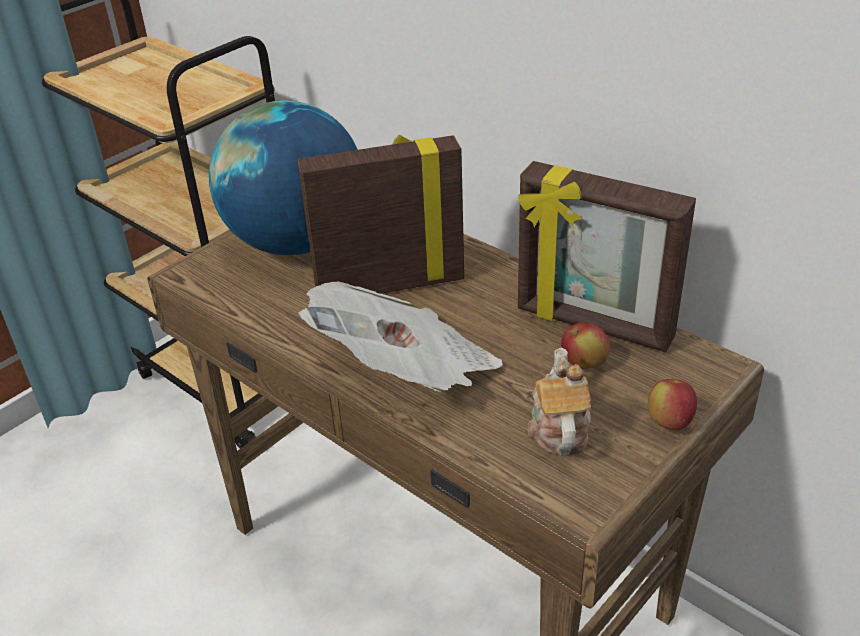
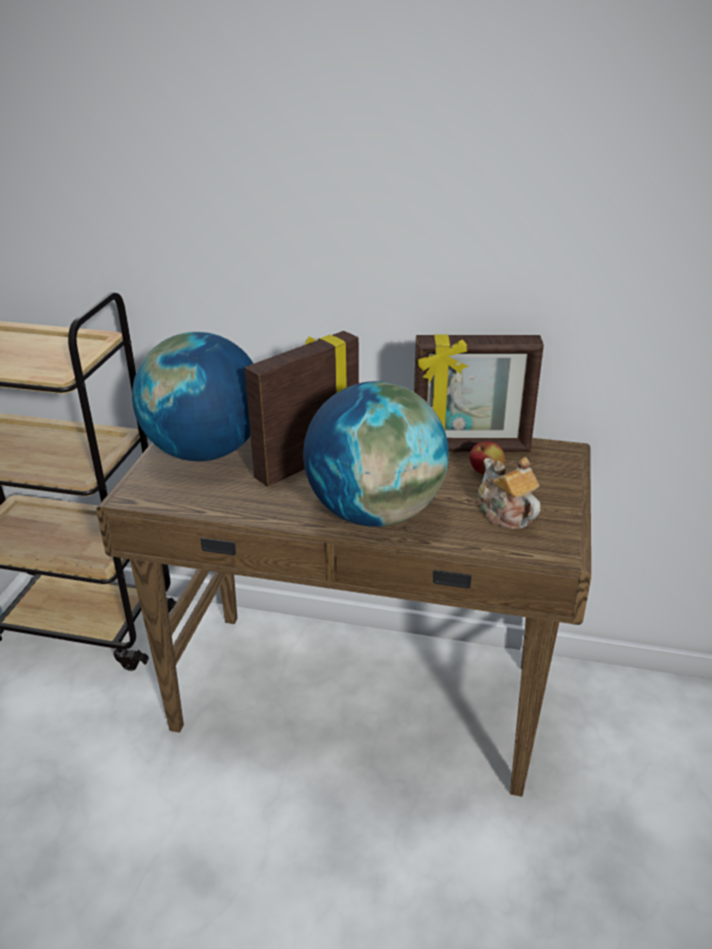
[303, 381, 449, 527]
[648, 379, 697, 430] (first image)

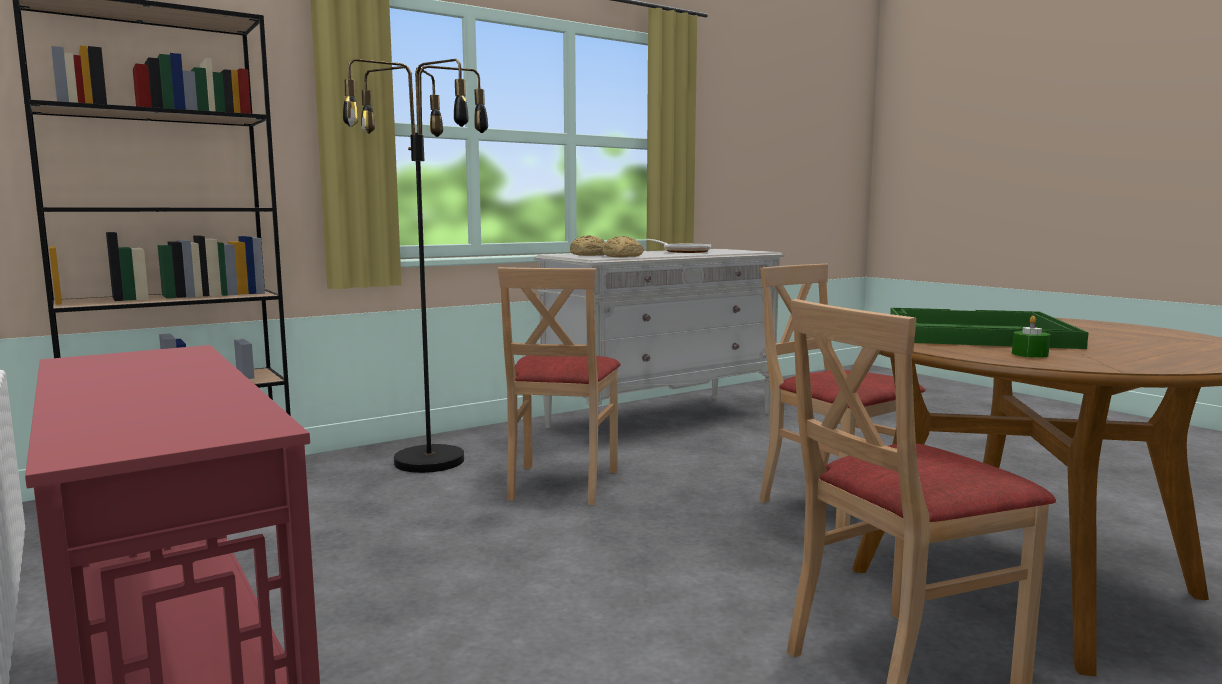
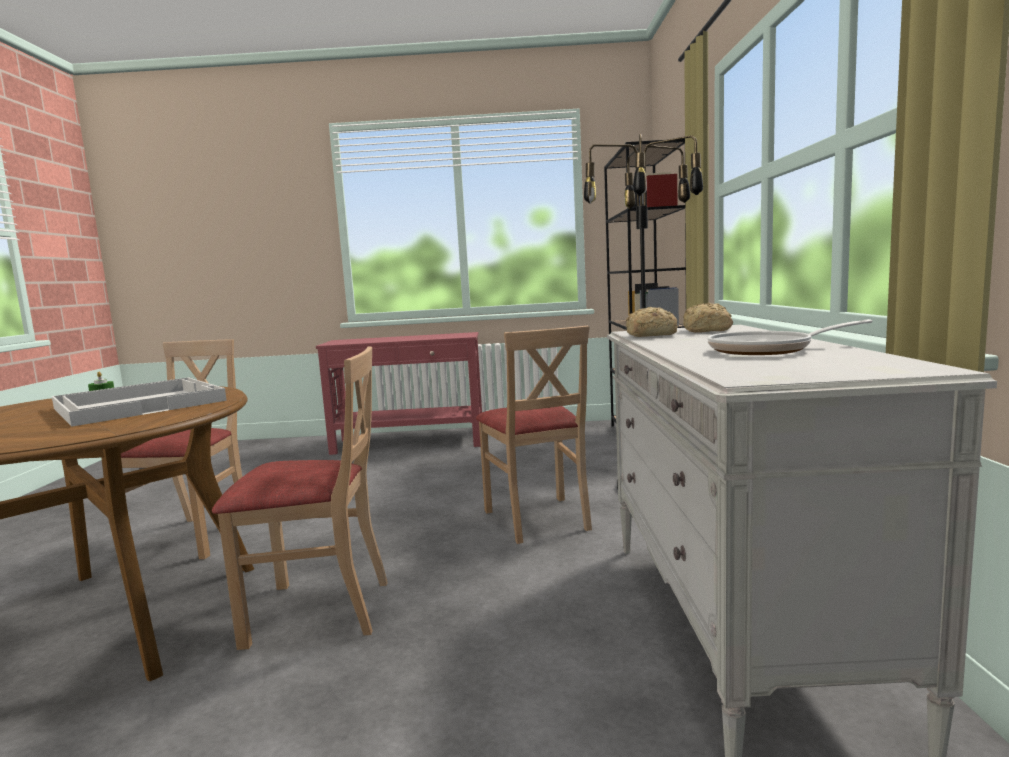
[476, 326, 592, 544]
[52, 377, 227, 427]

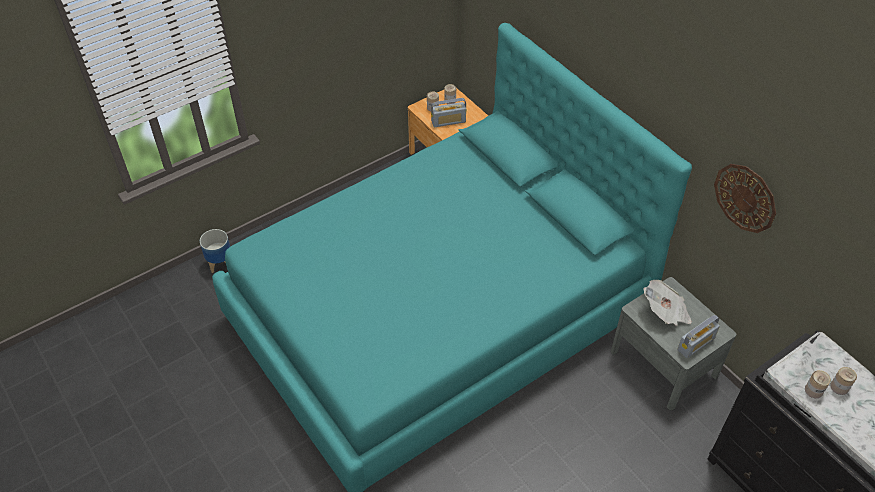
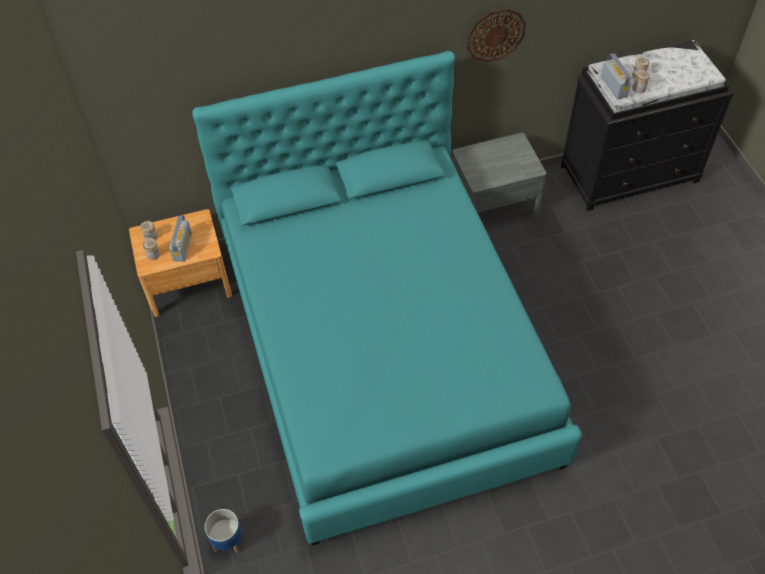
[644, 280, 692, 326] (first image)
[601, 53, 631, 100]

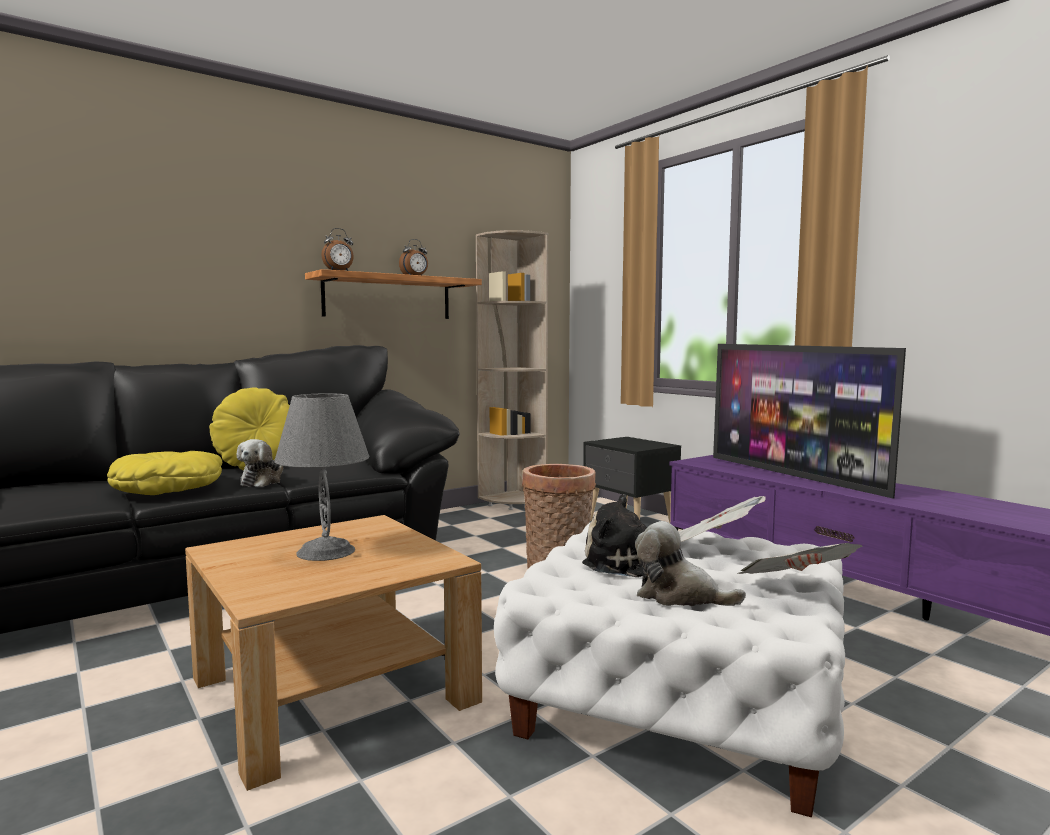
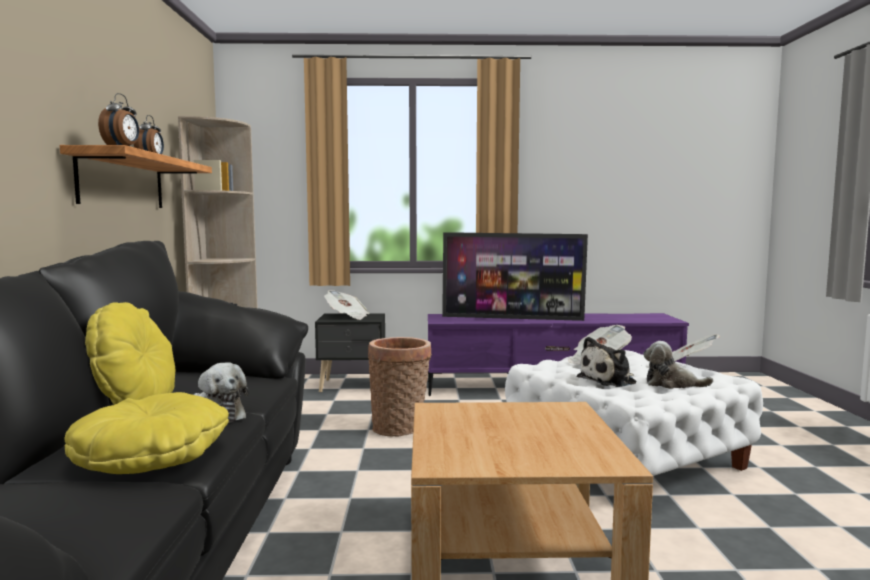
[274, 393, 370, 561] (first image)
[643, 341, 713, 389]
[324, 290, 369, 320]

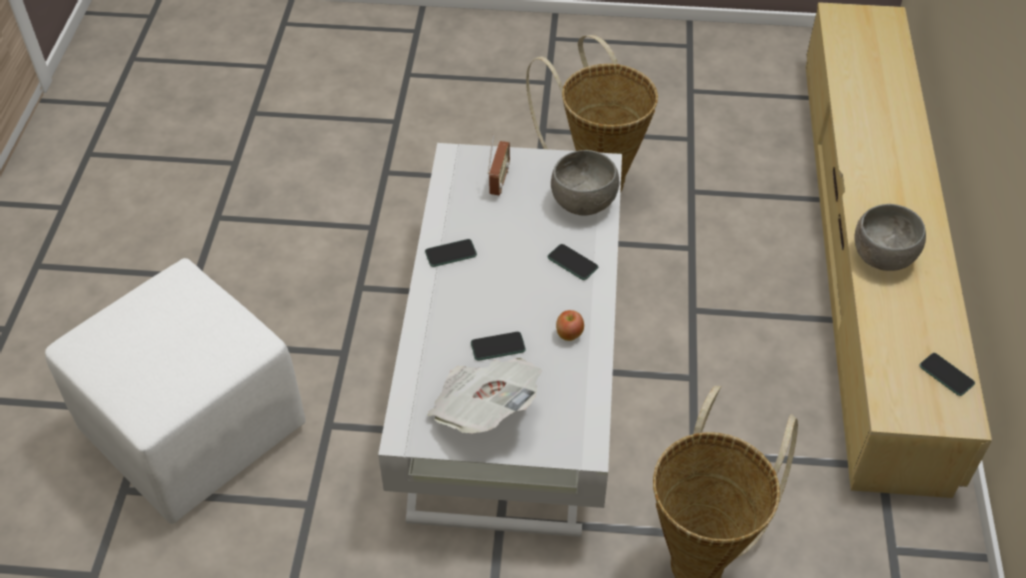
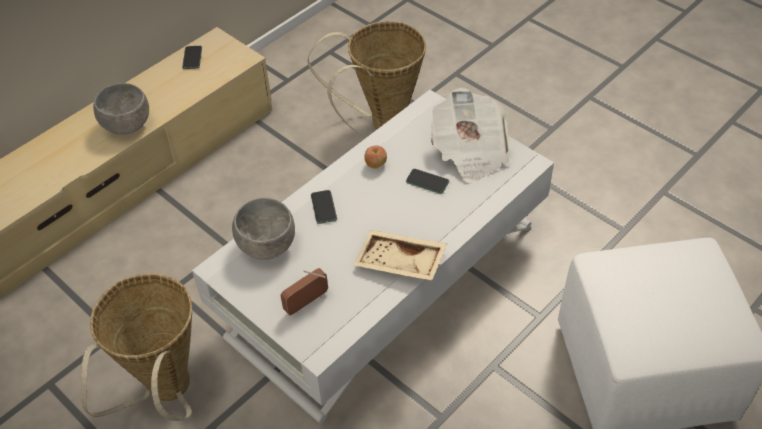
[353, 230, 447, 280]

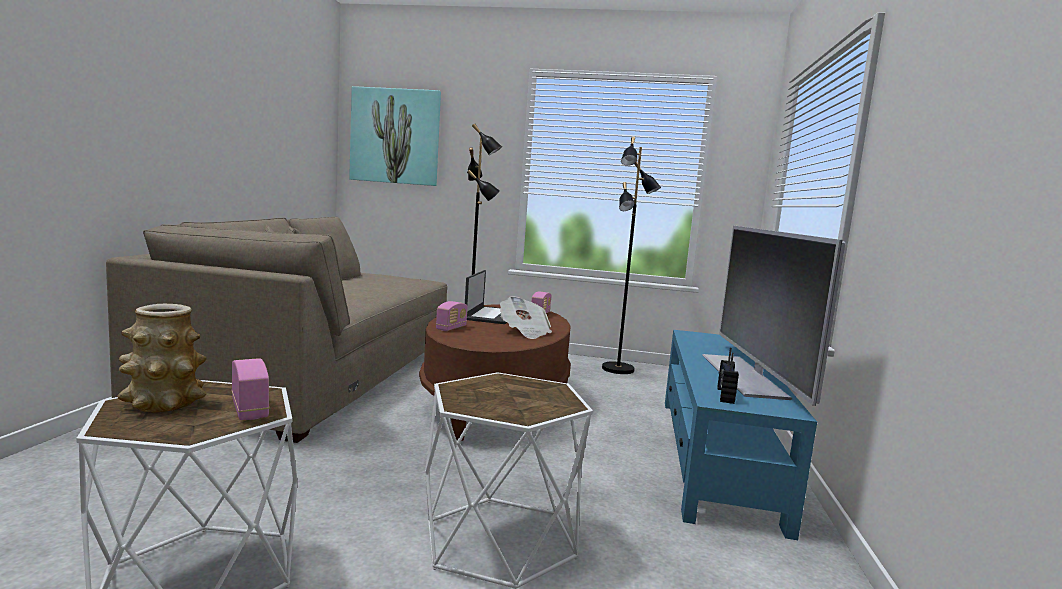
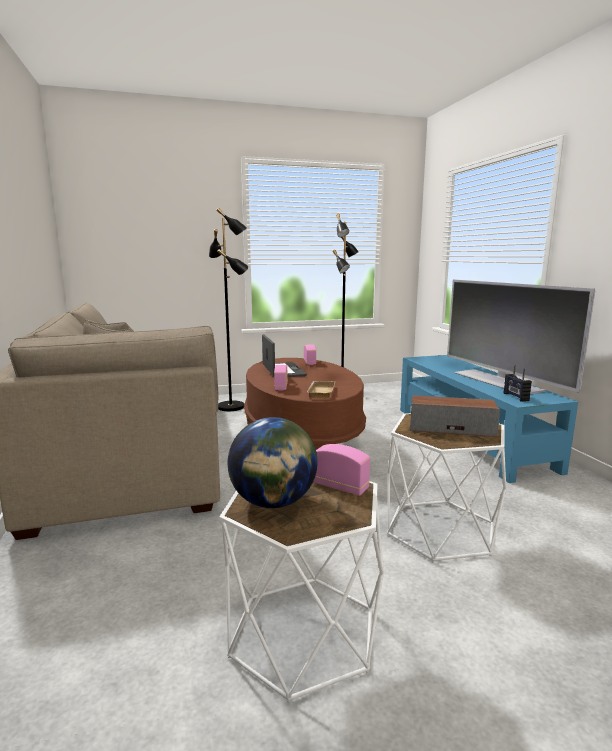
[228, 417, 318, 508]
[349, 86, 441, 186] (first image)
[500, 296, 552, 339] (first image)
[307, 381, 335, 399]
[410, 395, 500, 437]

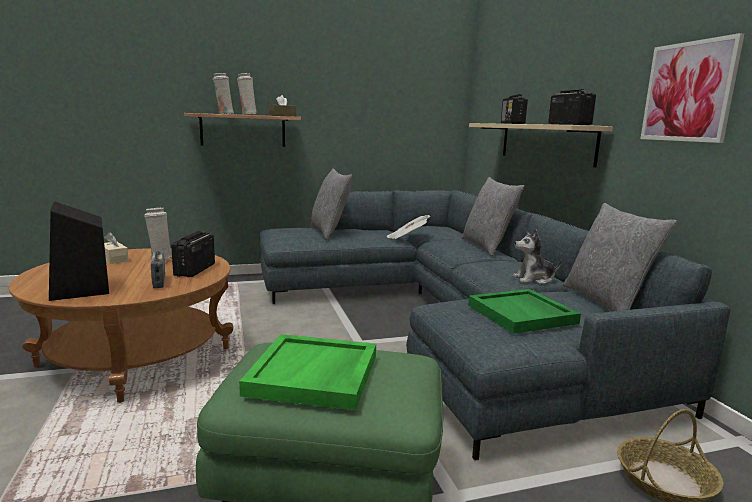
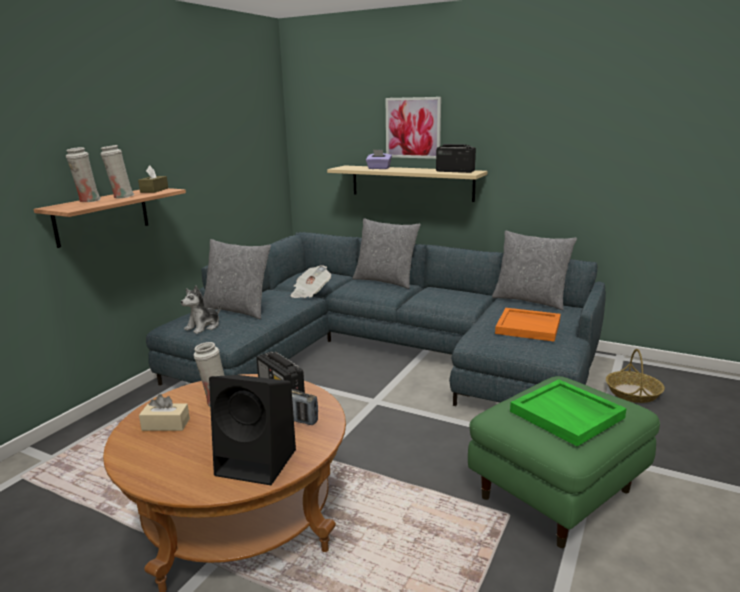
[495, 308, 561, 342]
[366, 150, 392, 169]
[181, 286, 221, 334]
[386, 97, 441, 159]

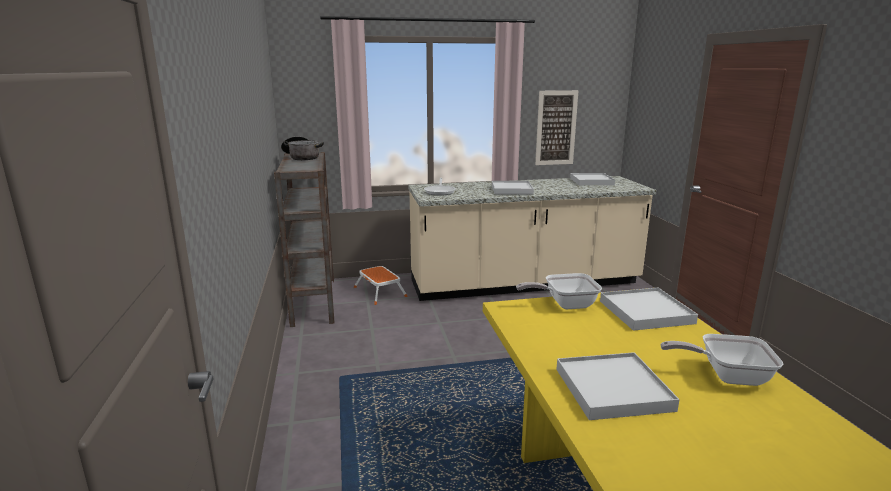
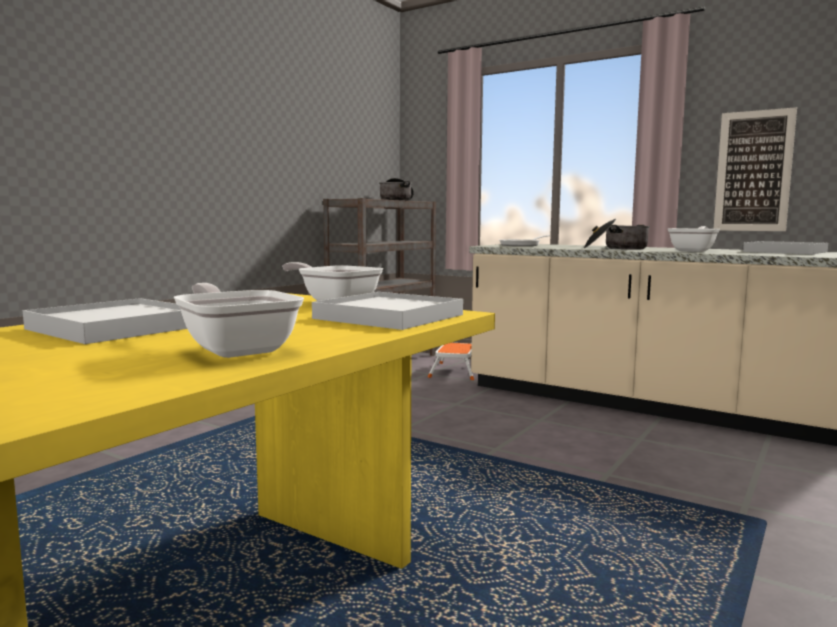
[584, 219, 650, 250]
[668, 226, 720, 252]

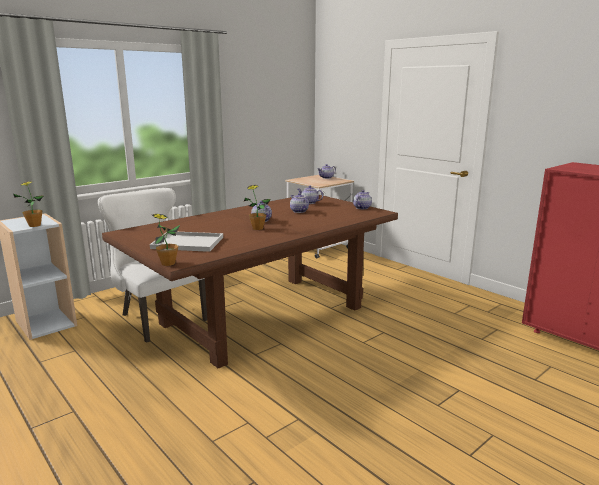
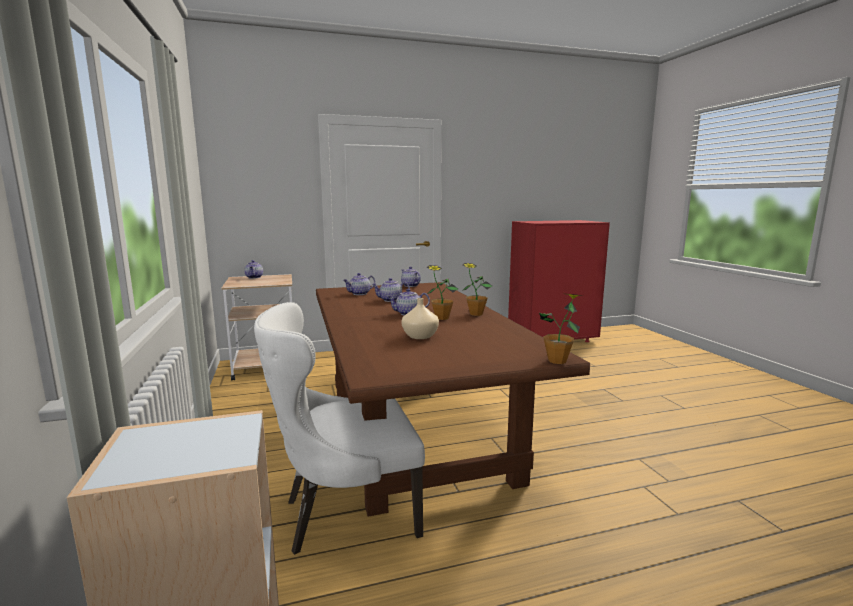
[462, 263, 492, 316]
[150, 232, 223, 252] (first image)
[402, 298, 439, 339]

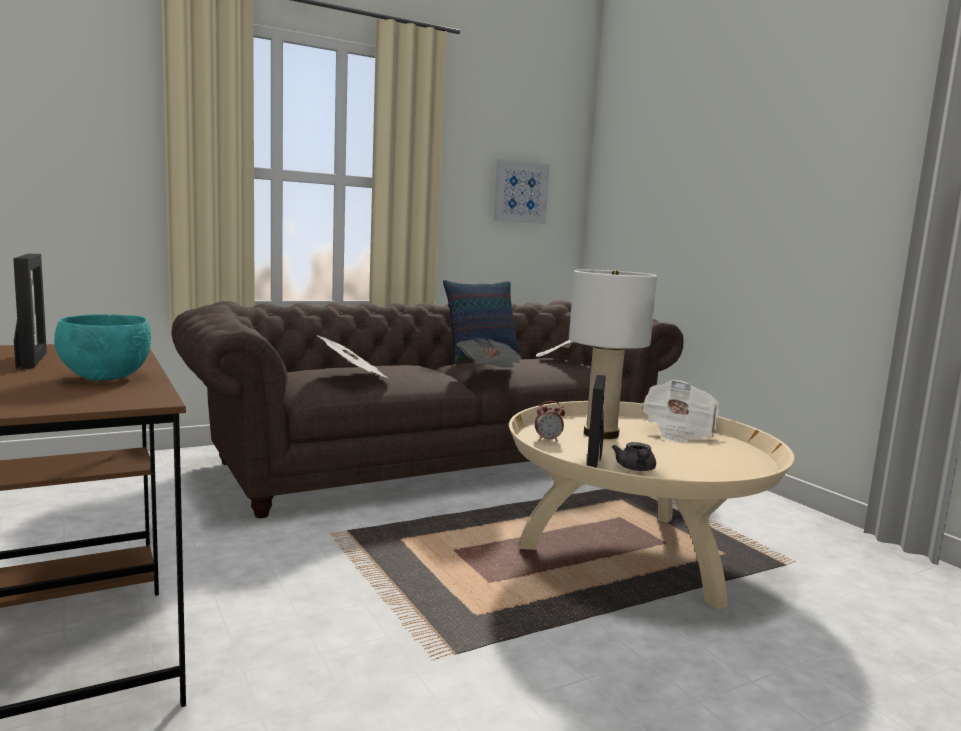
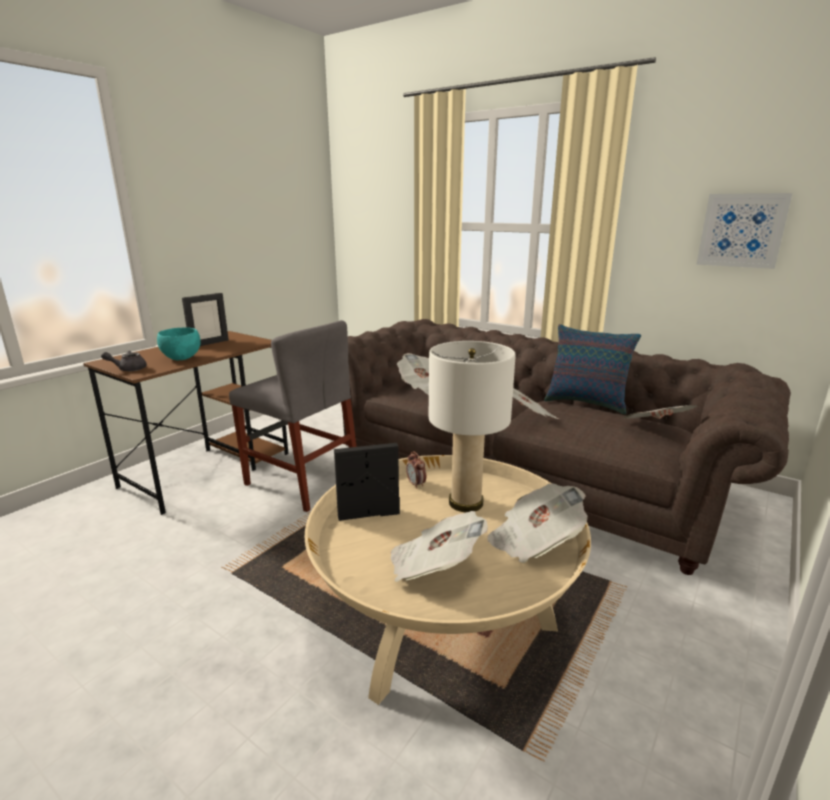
[101, 351, 147, 371]
[229, 320, 356, 512]
[390, 511, 488, 582]

